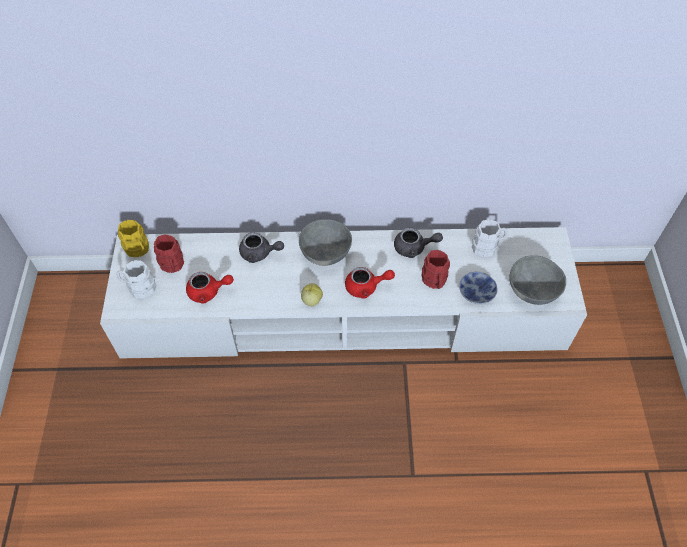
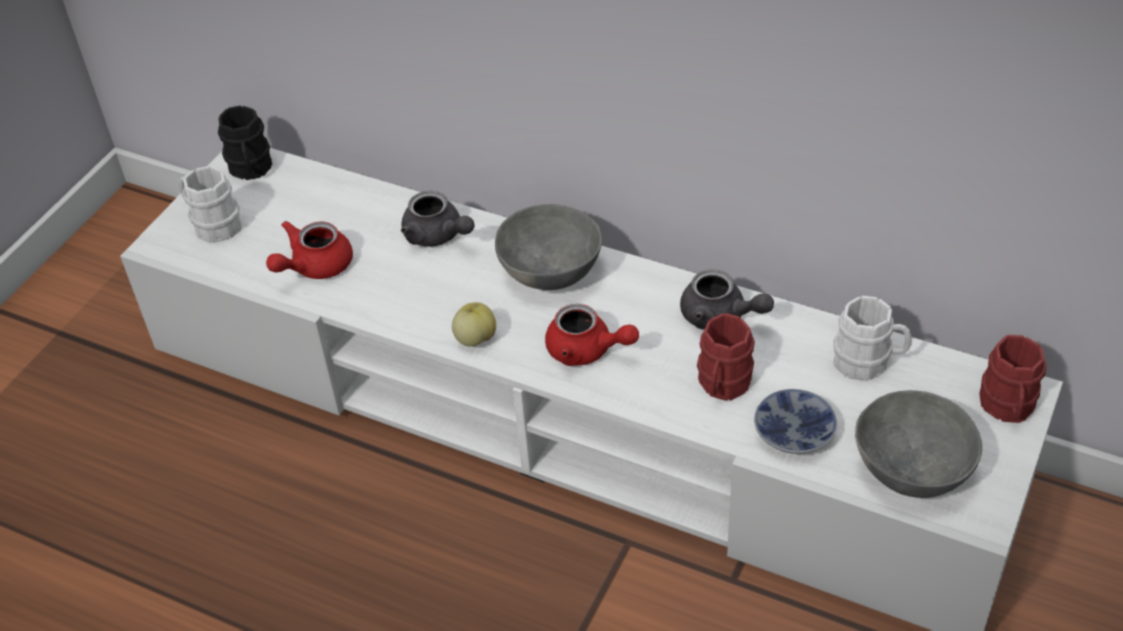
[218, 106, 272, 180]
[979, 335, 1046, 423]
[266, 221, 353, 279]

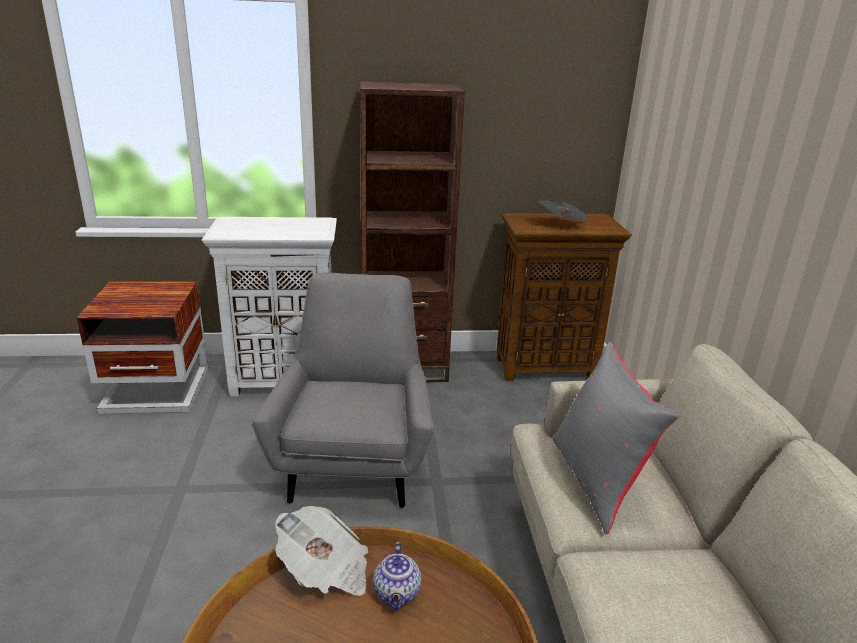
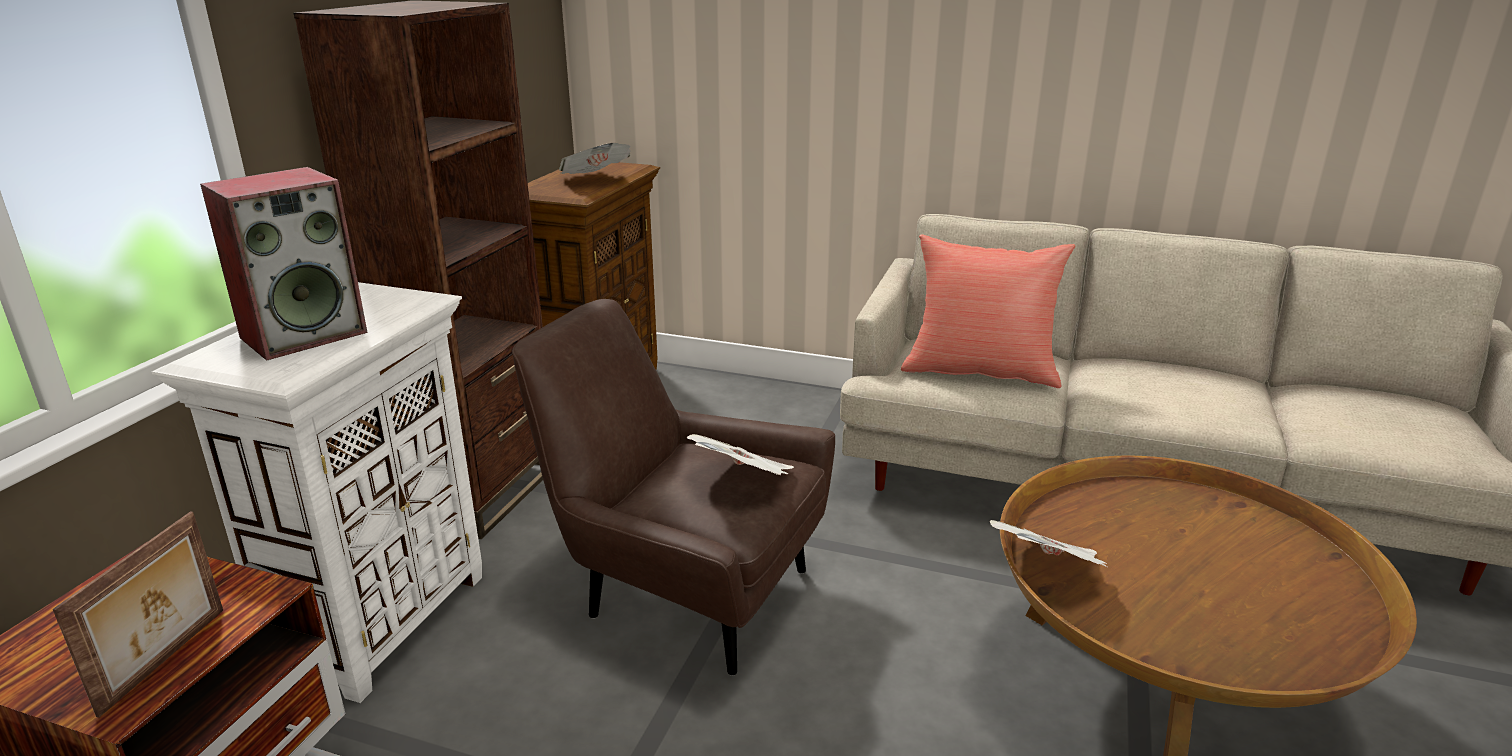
[512, 299, 835, 676]
[373, 542, 422, 610] (first image)
[901, 234, 1076, 388]
[53, 511, 223, 718]
[200, 167, 368, 360]
[687, 434, 794, 475]

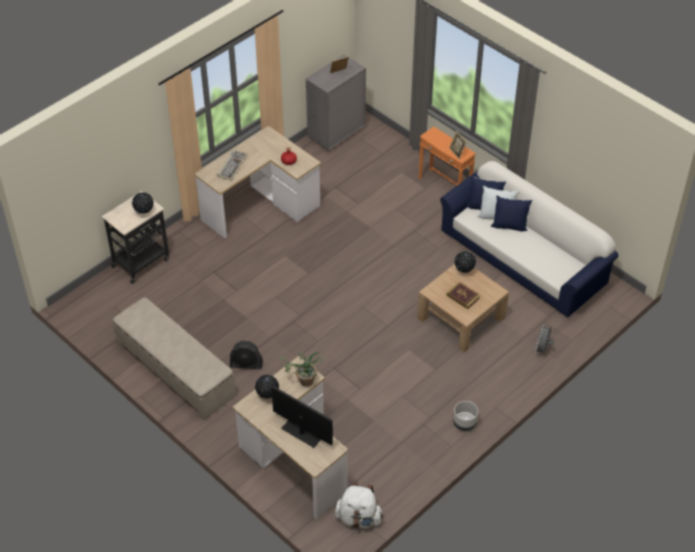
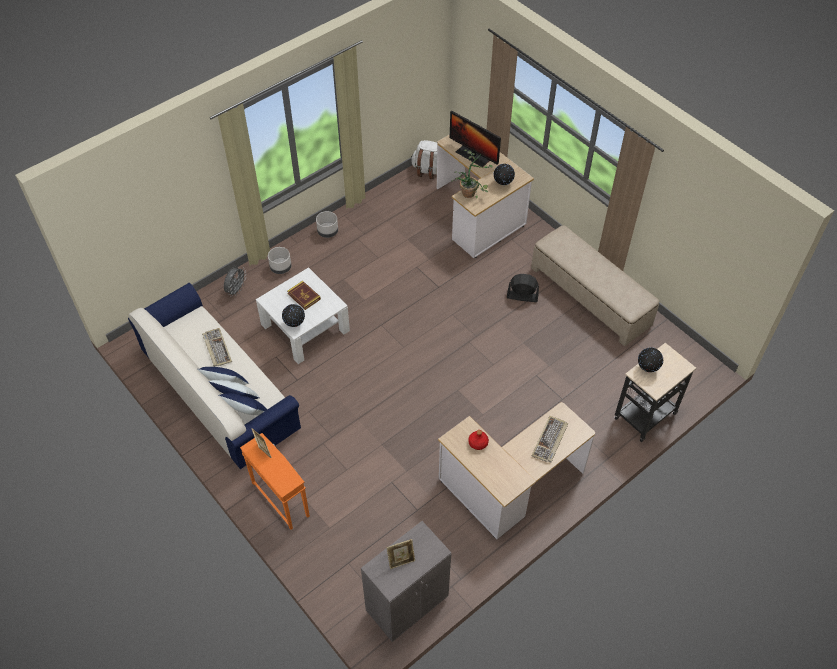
[256, 267, 350, 364]
[202, 328, 232, 367]
[268, 247, 291, 274]

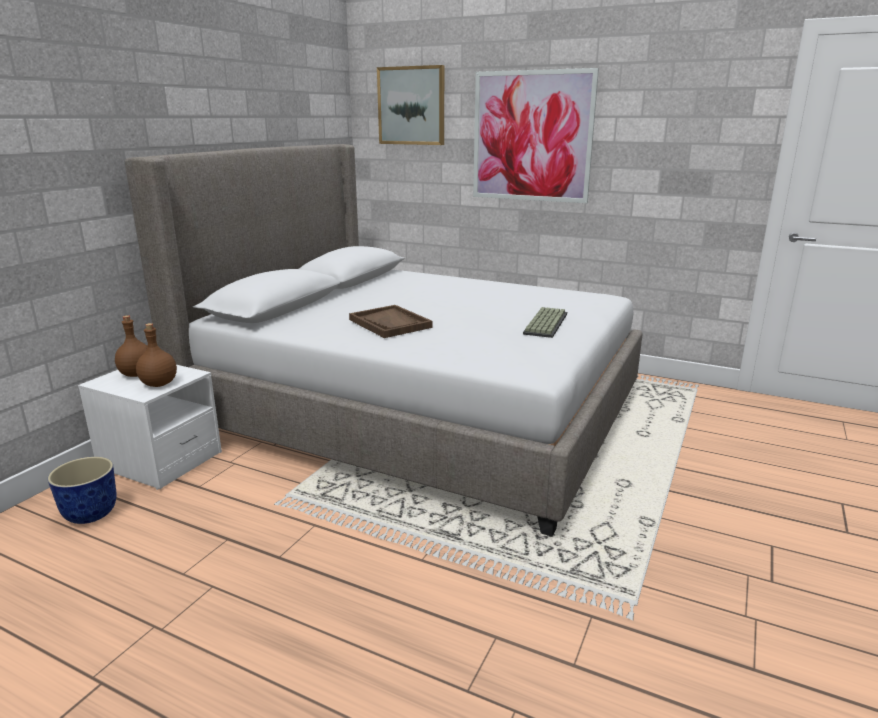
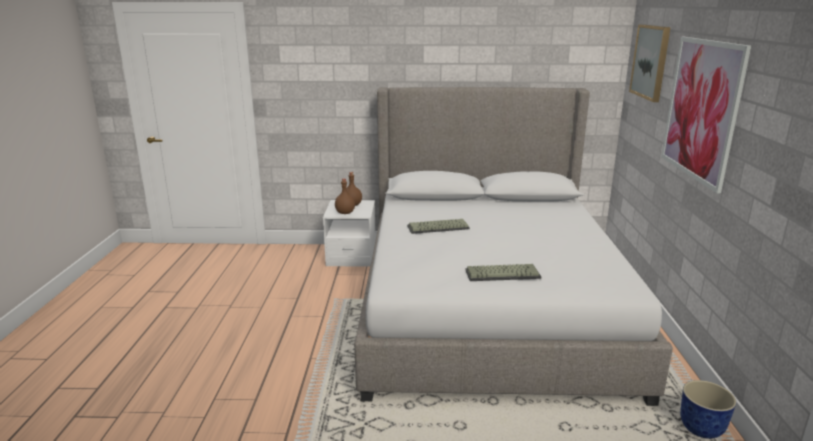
[680, 380, 736, 439]
[407, 219, 470, 234]

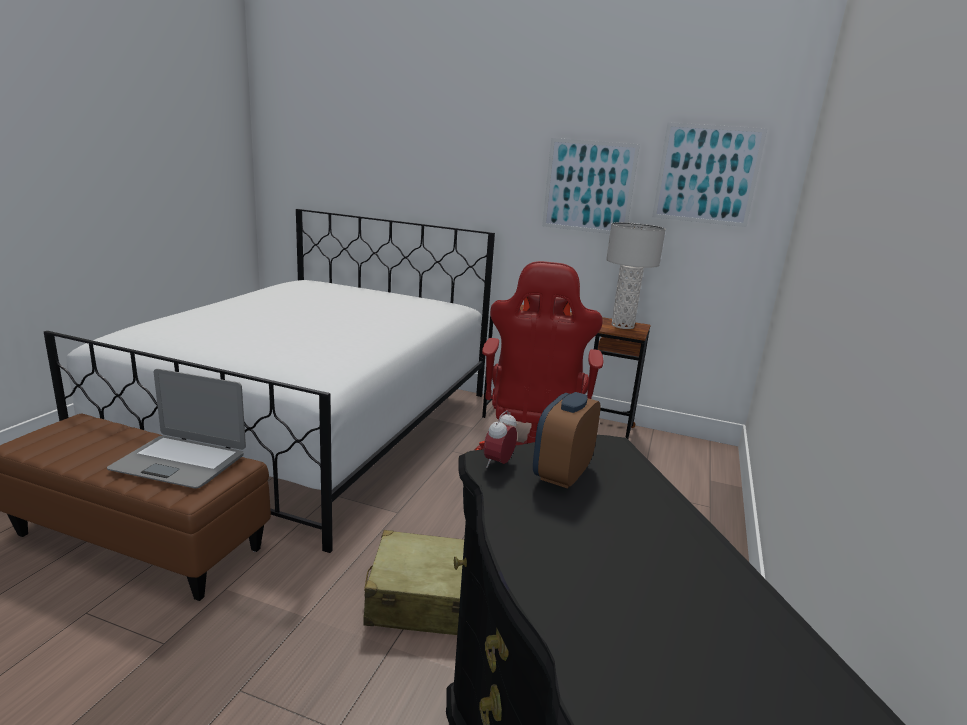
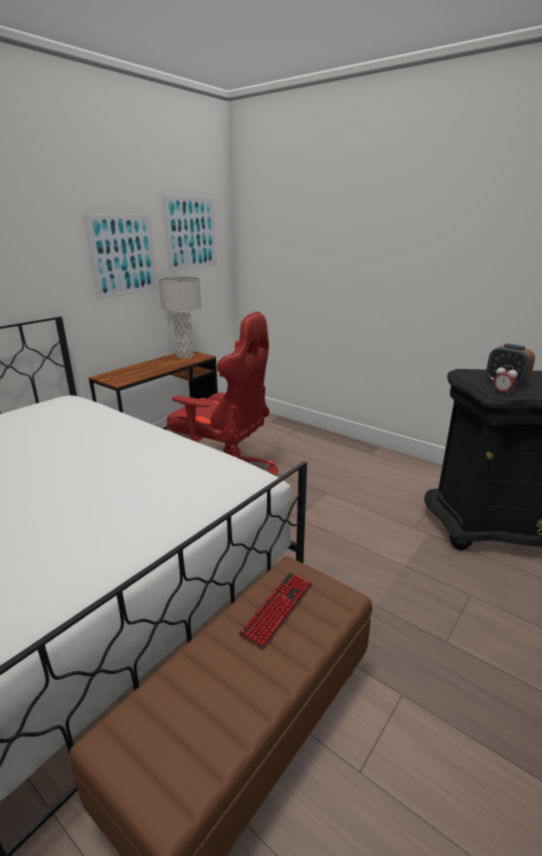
[239, 573, 312, 650]
[363, 530, 464, 635] (first image)

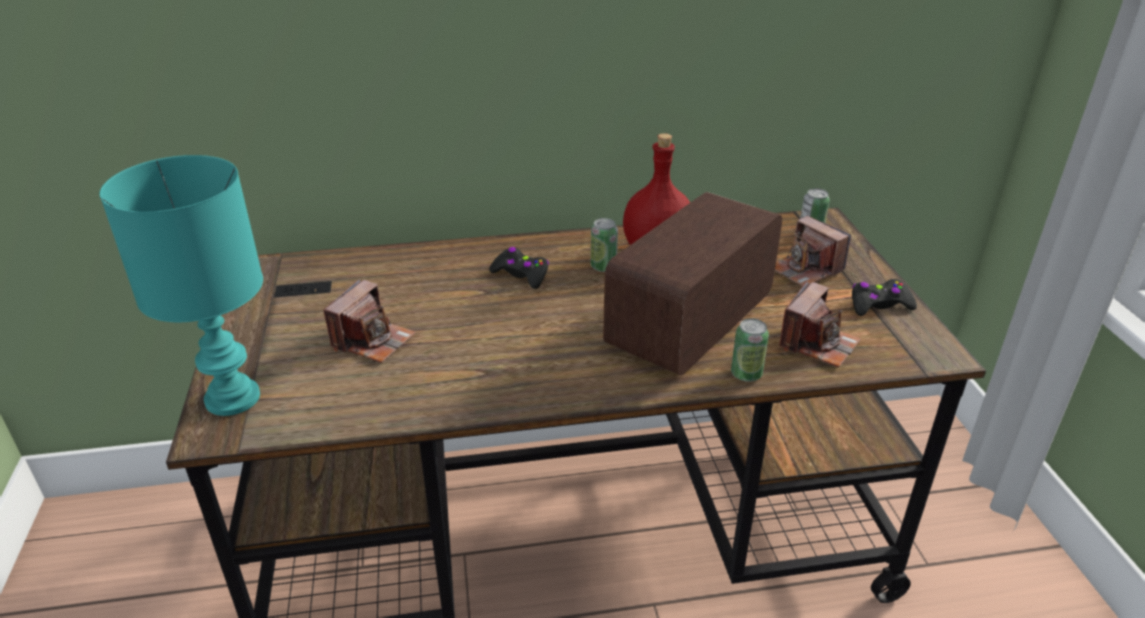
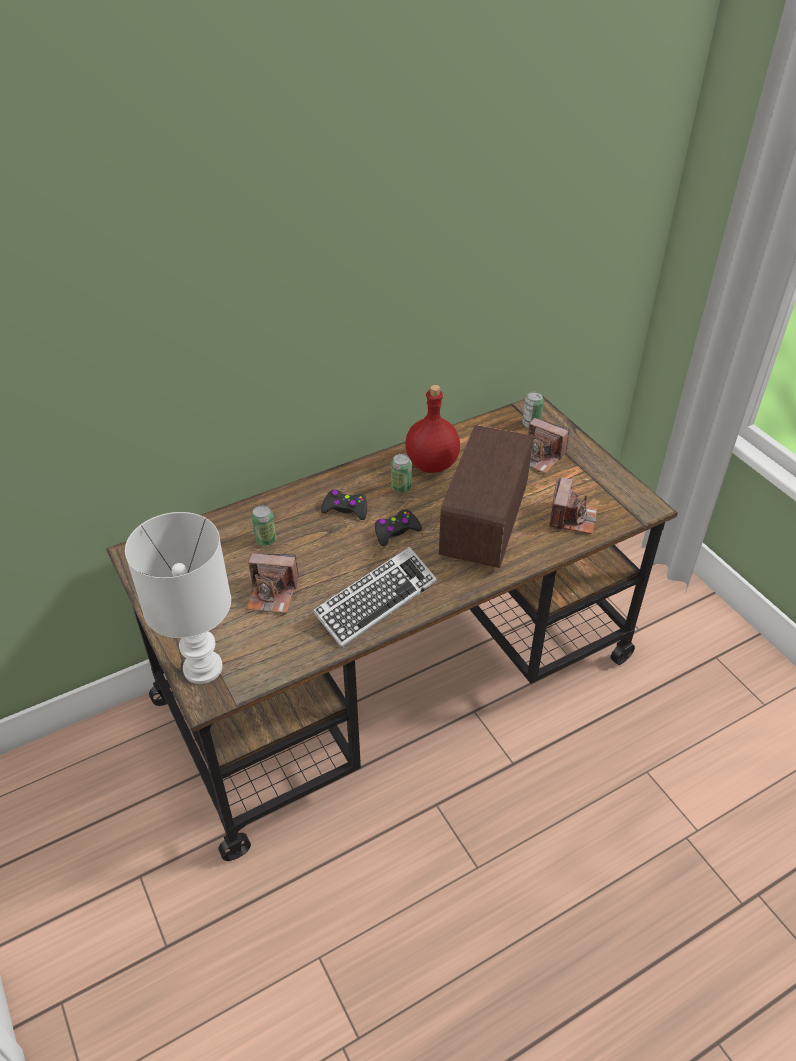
[125, 512, 231, 684]
[246, 553, 299, 614]
[252, 505, 276, 546]
[375, 509, 422, 546]
[312, 546, 437, 648]

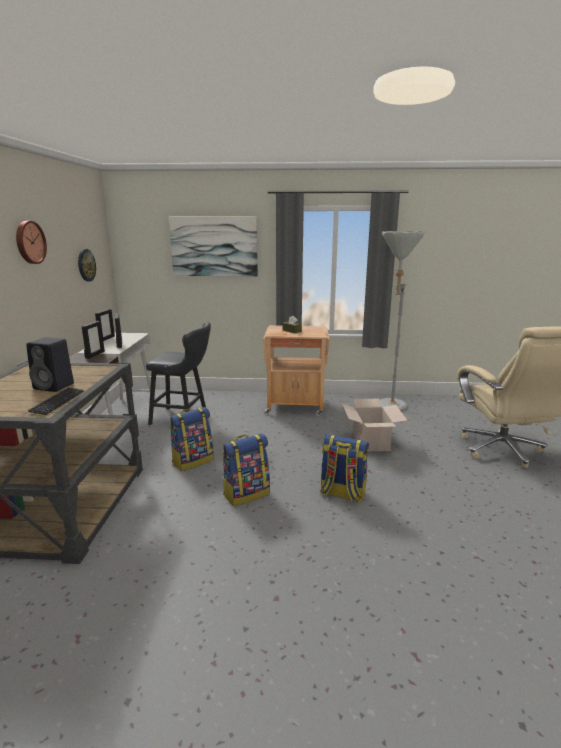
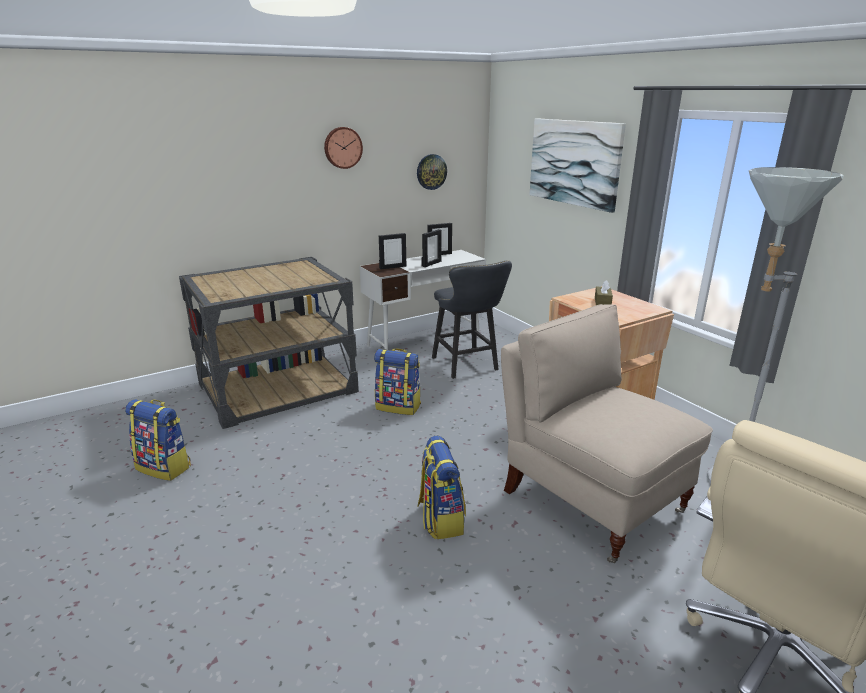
[26, 337, 74, 392] (first image)
[28, 387, 84, 415] (first image)
[125, 399, 191, 481]
[501, 304, 713, 563]

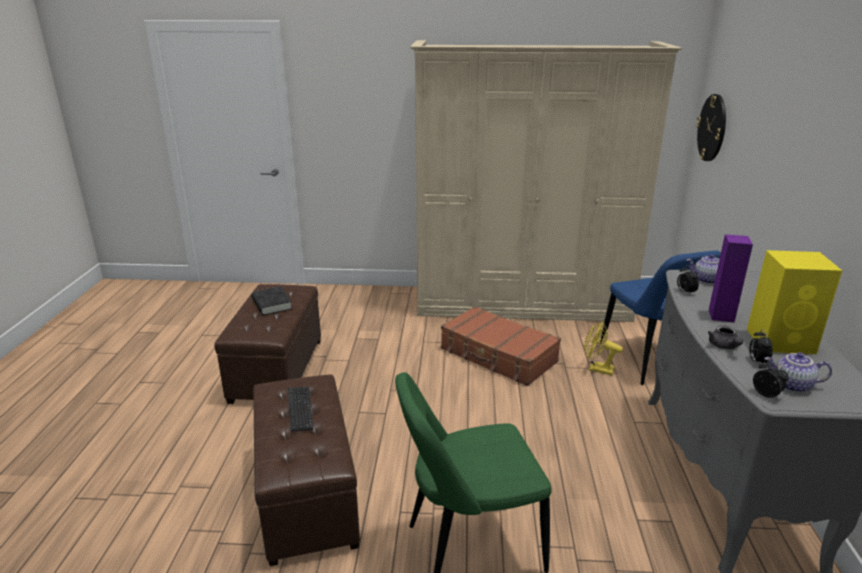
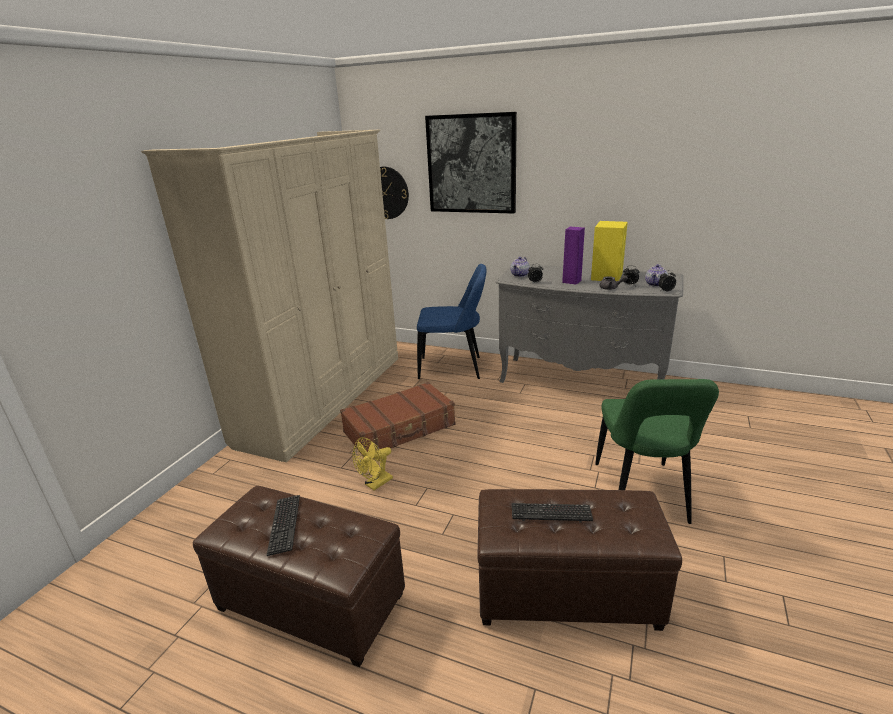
[267, 495, 300, 556]
[352, 437, 393, 490]
[425, 112, 517, 214]

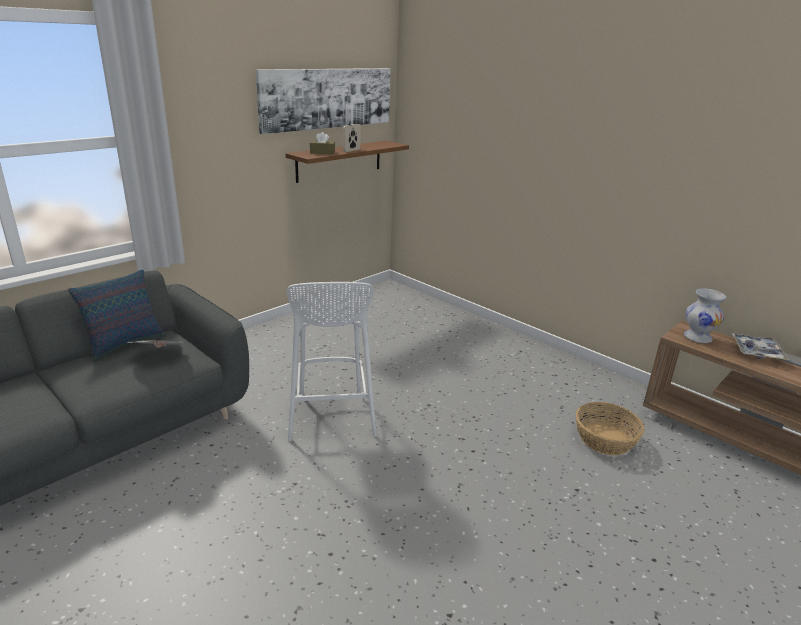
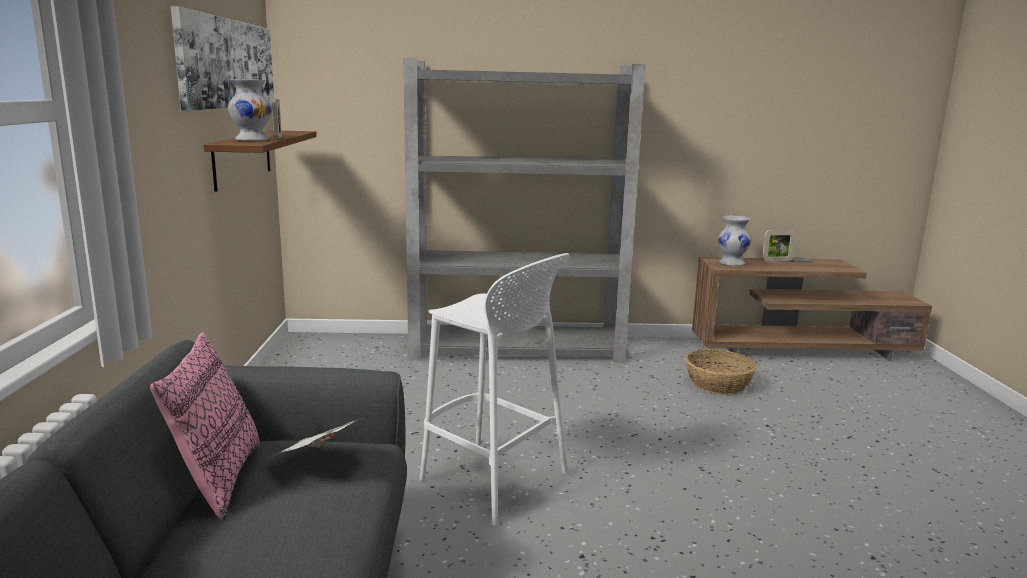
[150, 333, 260, 520]
[228, 79, 272, 141]
[762, 230, 796, 261]
[403, 58, 646, 362]

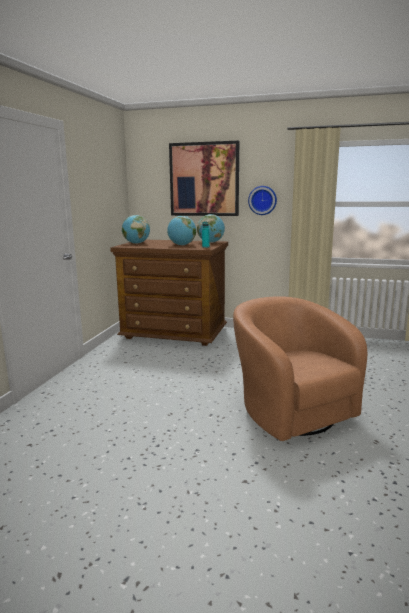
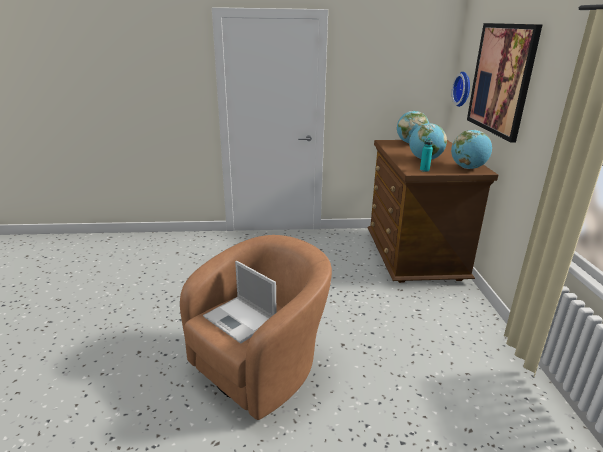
[452, 72, 470, 107]
[203, 261, 277, 344]

